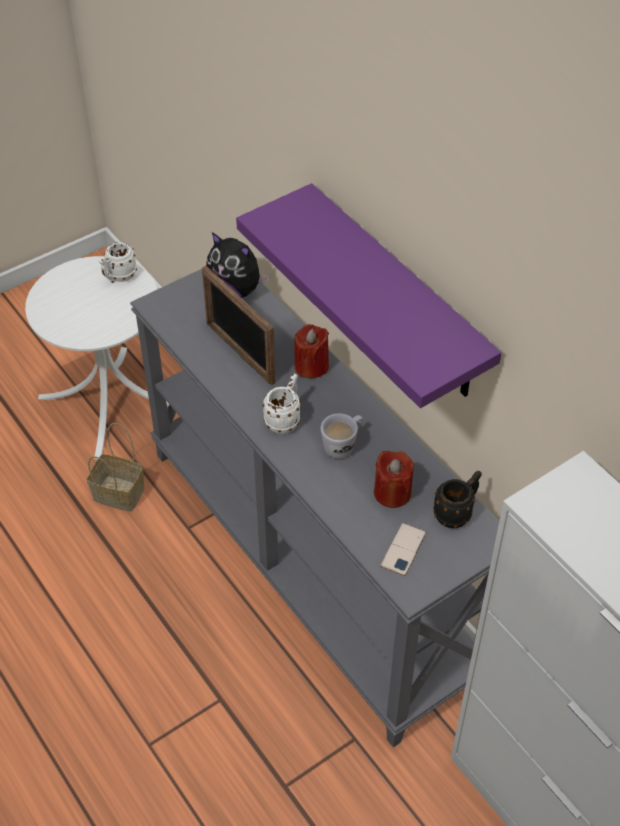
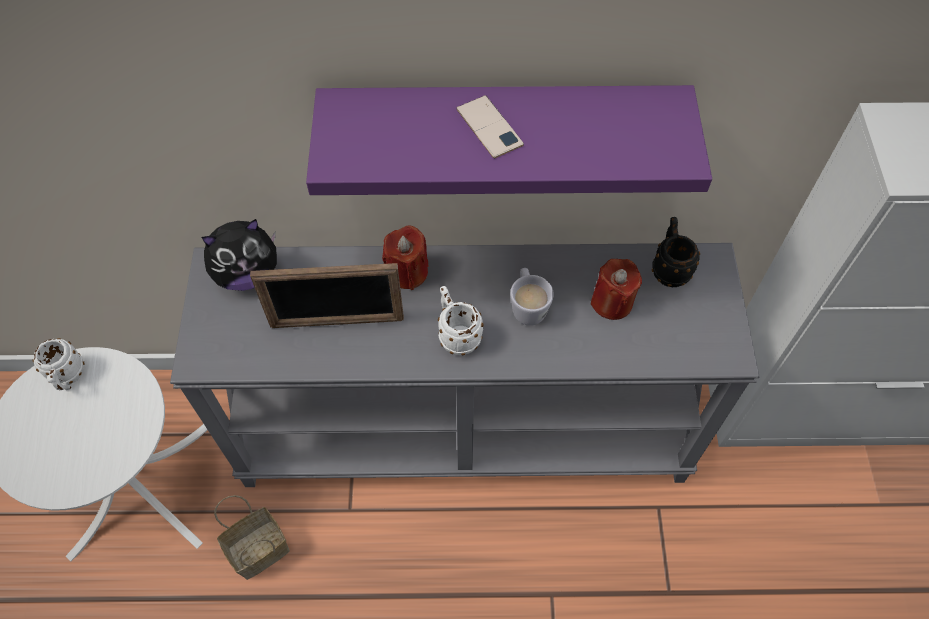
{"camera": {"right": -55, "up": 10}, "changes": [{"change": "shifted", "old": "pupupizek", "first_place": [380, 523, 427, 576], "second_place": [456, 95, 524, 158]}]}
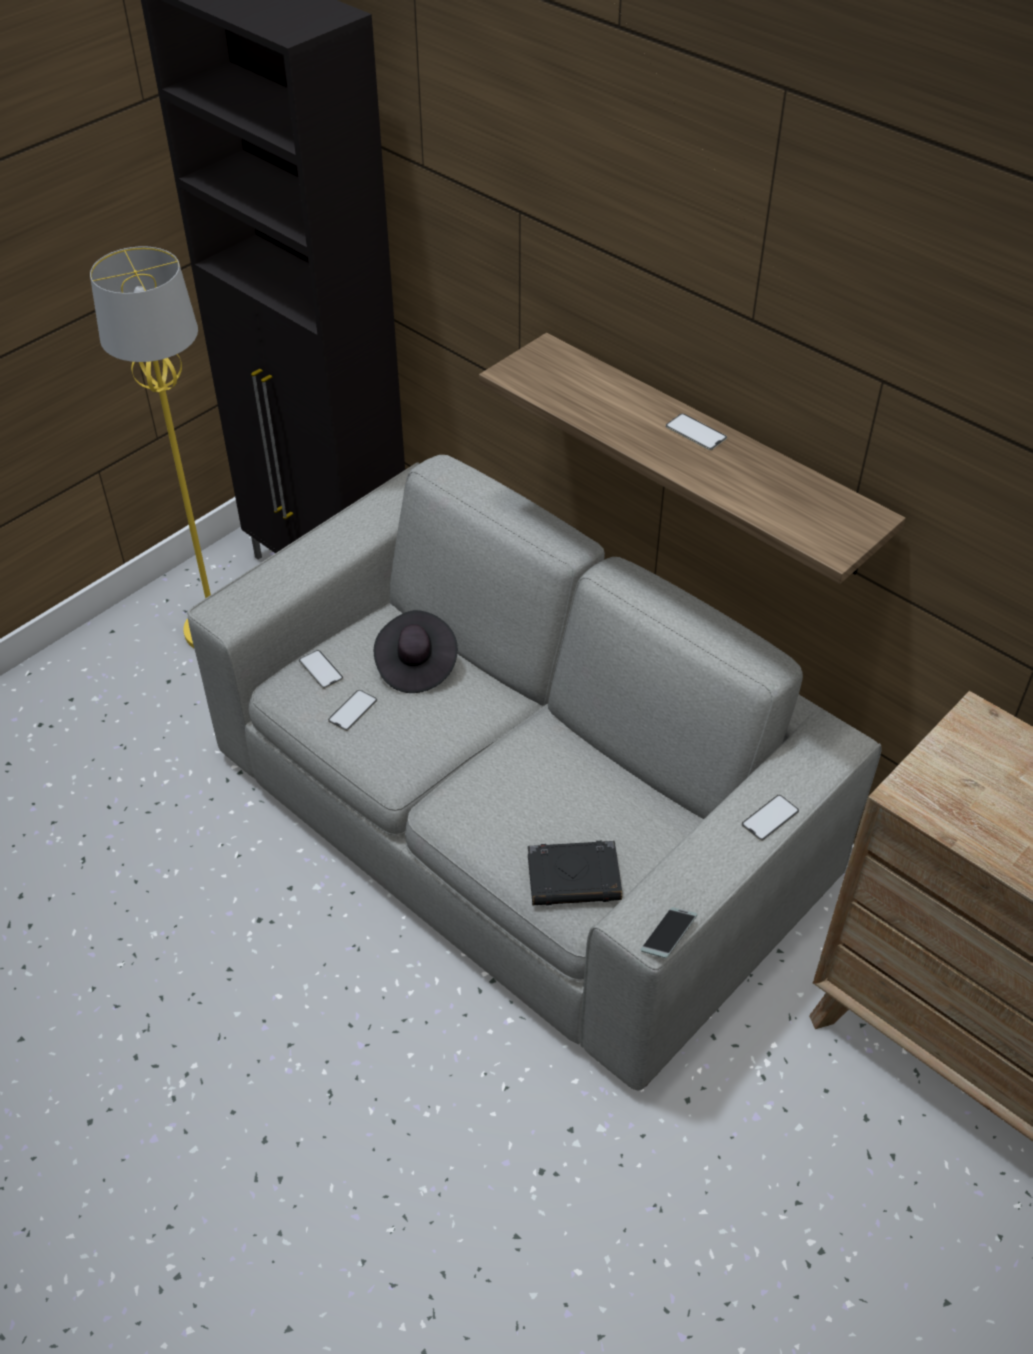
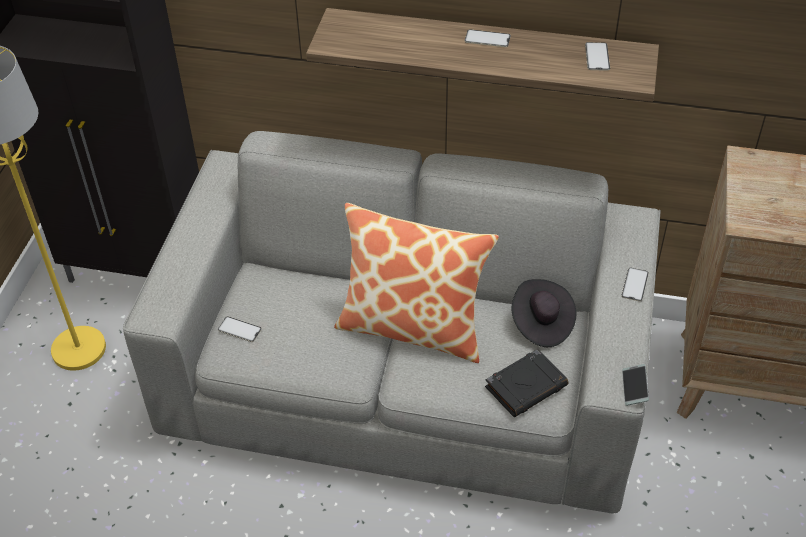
{"camera": {"right": -30, "up": 0}, "changes": [{"change": "shifted", "old": "pupupizek", "first_place": [328, 690, 377, 731], "second_place": [585, 42, 610, 71]}, {"change": "shifted", "old": "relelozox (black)", "first_place": [374, 610, 458, 693], "second_place": [511, 279, 577, 347]}, {"change": "new", "new": "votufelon", "second_place": [334, 203, 499, 363]}]}
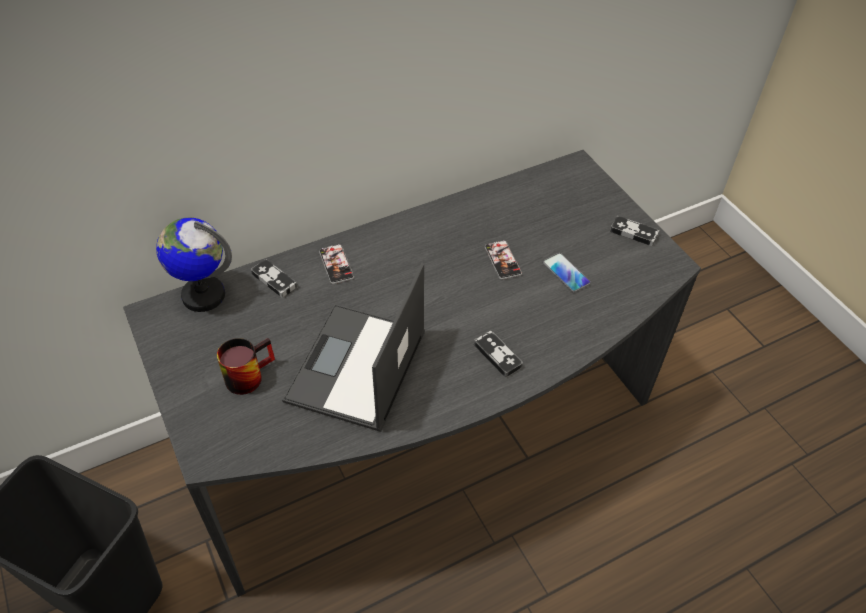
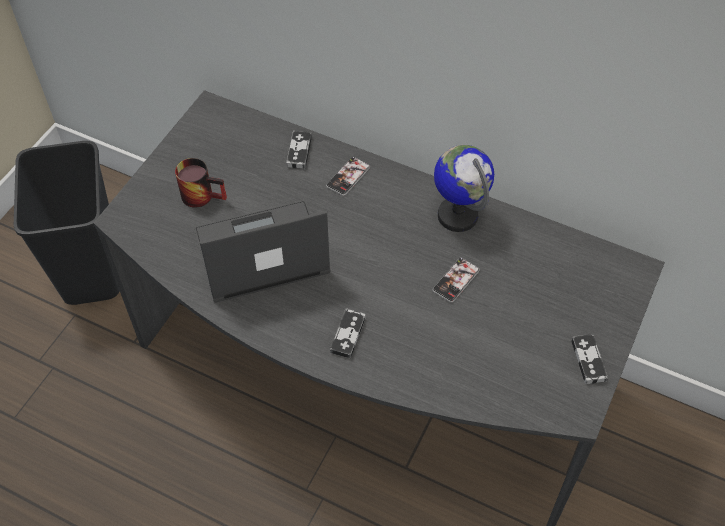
{"camera": {"right": 55, "up": 5}, "changes": [{"change": "shifted", "old": "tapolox", "first_place": [156, 217, 232, 312], "second_place": [434, 145, 494, 232]}, {"change": "gone", "old": "pupupizek", "first_place": [543, 253, 591, 293]}]}
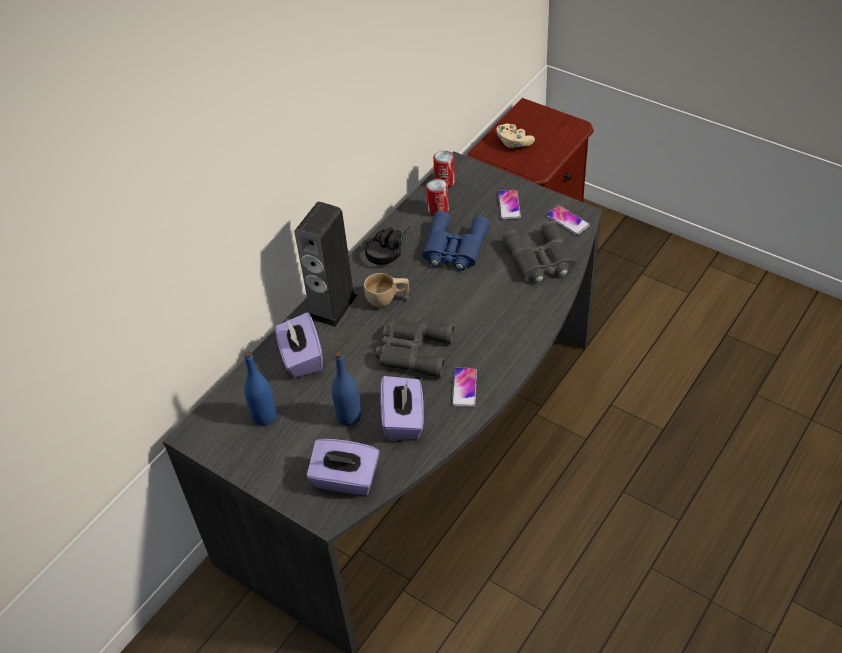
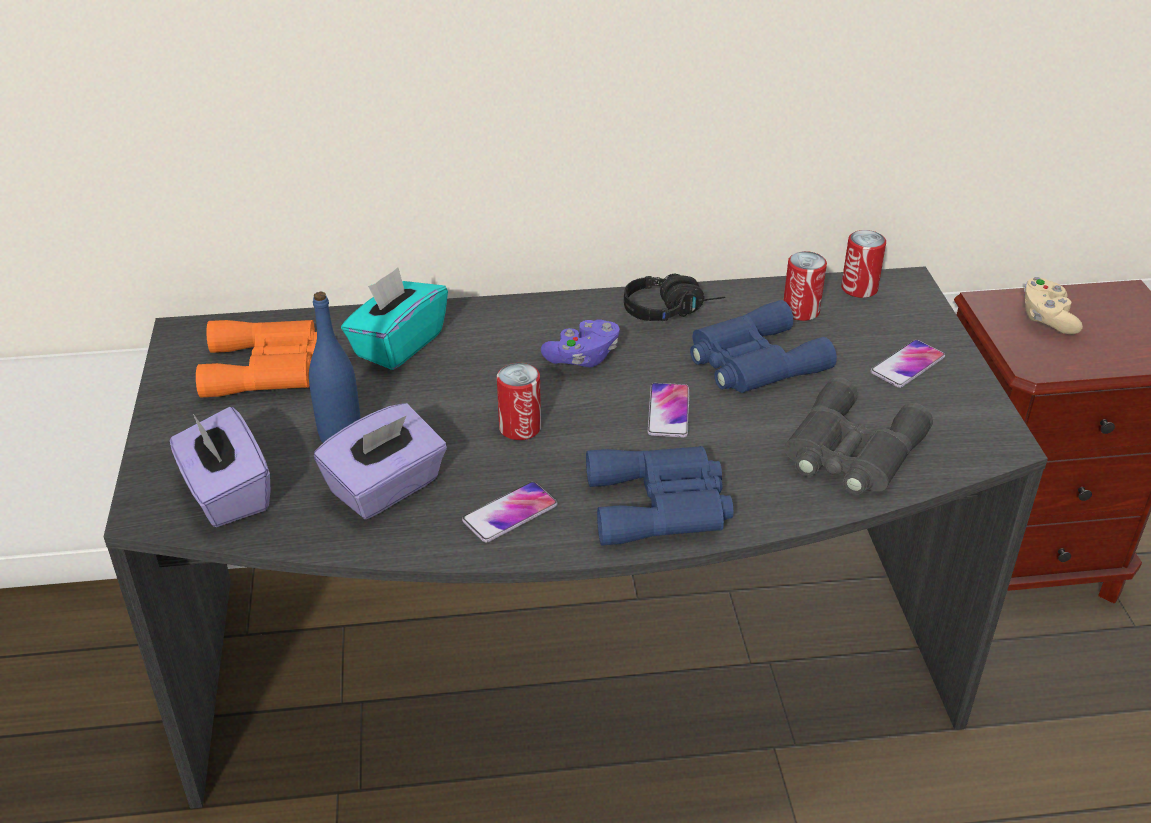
{"camera": {"right": 45, "up": -10}, "changes": [{"change": "swapped", "old": "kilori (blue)", "new": "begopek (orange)", "first_place": [244, 351, 276, 425], "second_place": [196, 320, 317, 398]}, {"change": "repainted", "old": "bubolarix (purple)", "new": "bubolarix (turquoise)", "first_place": [275, 312, 323, 378], "second_place": [341, 267, 448, 370]}, {"change": "gone", "old": "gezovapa", "first_place": [294, 201, 357, 327]}, {"change": "swapped", "old": "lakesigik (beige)", "new": "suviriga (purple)", "first_place": [364, 273, 410, 308], "second_place": [541, 319, 620, 368]}, {"change": "swapped", "old": "begopek (grey)", "new": "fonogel", "first_place": [375, 319, 454, 378], "second_place": [497, 363, 541, 440]}, {"change": "shifted", "old": "pupupizek", "first_place": [546, 205, 590, 235], "second_place": [648, 383, 689, 437]}, {"change": "new", "new": "begopek (blue)", "second_place": [586, 446, 733, 546]}]}
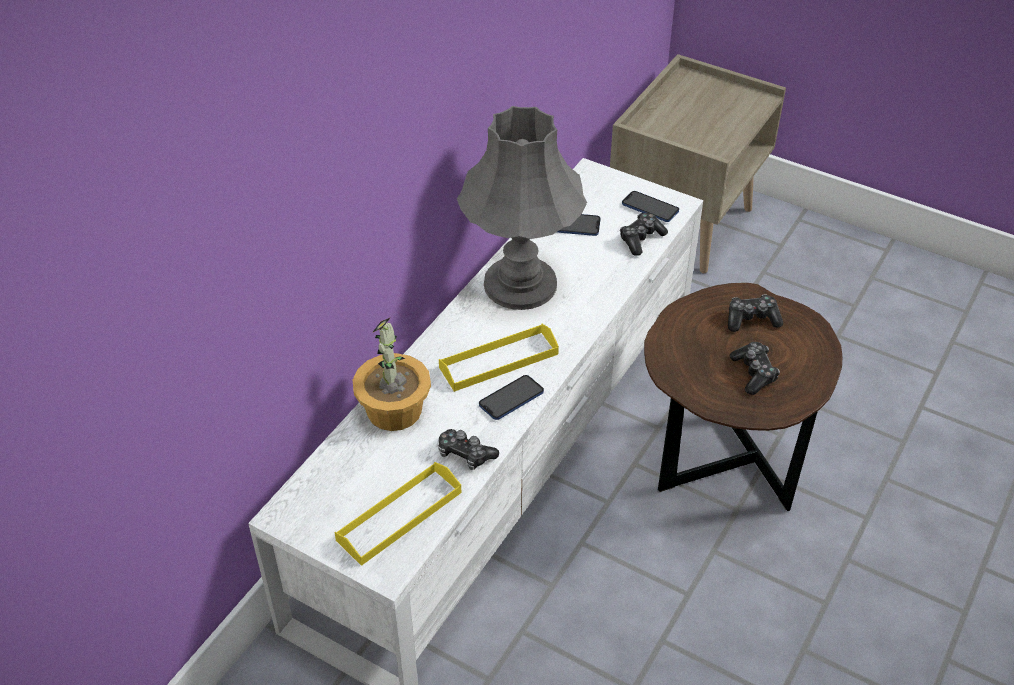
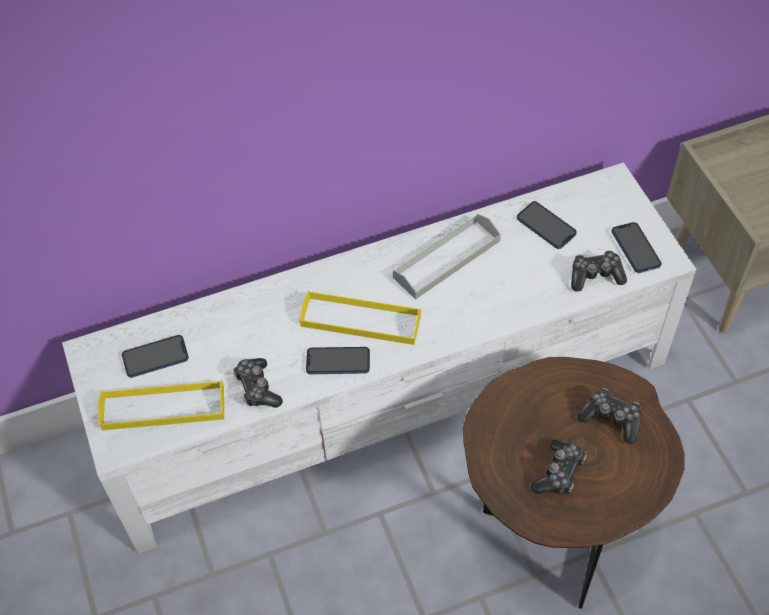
{"camera": {"right": 40, "up": 10}, "changes": [{"change": "gone", "old": "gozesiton", "first_place": [353, 317, 431, 431]}, {"change": "swapped", "old": "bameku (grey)", "new": "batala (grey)", "first_place": [457, 106, 587, 310], "second_place": [393, 214, 501, 300]}, {"change": "new", "new": "pupupizek", "second_place": [122, 335, 189, 378]}]}
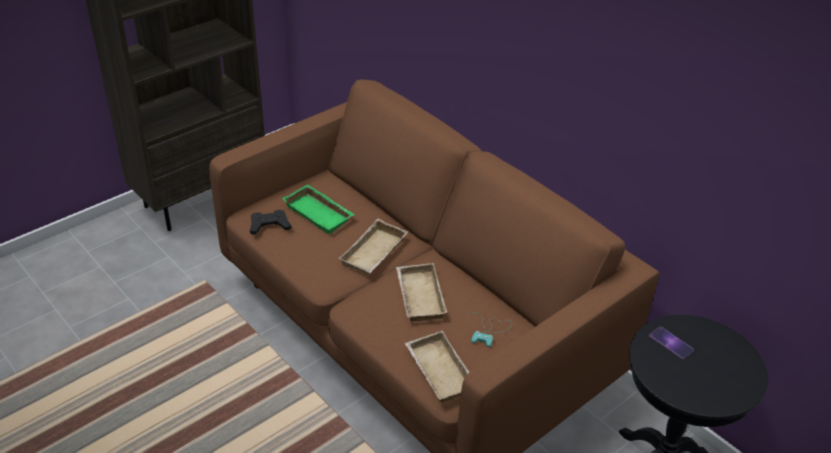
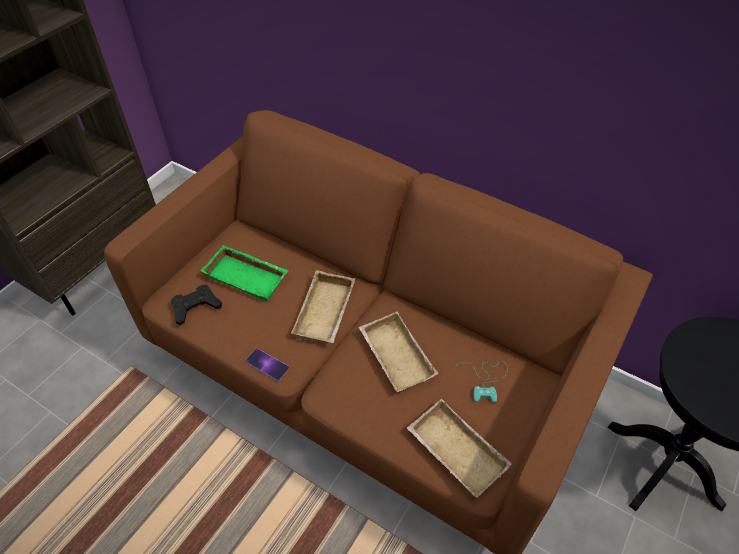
{"camera": {"right": -15, "up": 10}, "changes": [{"change": "shifted", "old": "pupupizek", "first_place": [649, 327, 694, 359], "second_place": [245, 349, 289, 381]}]}
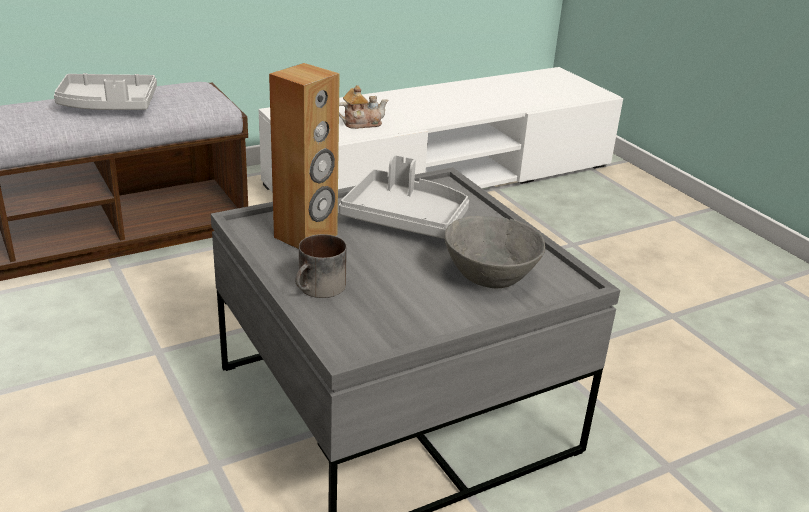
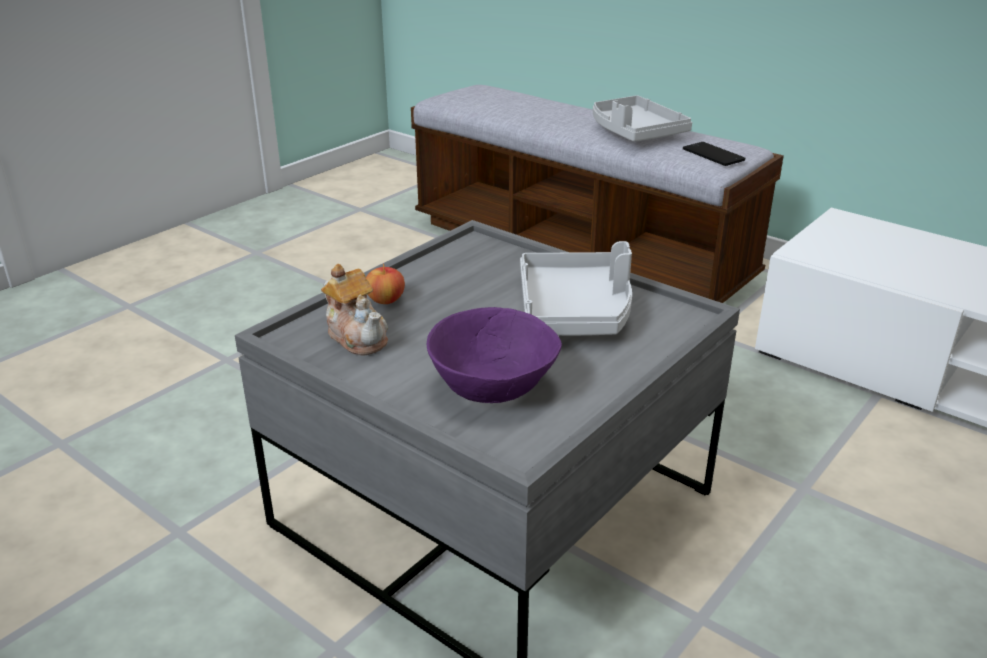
{"camera": {"right": 70, "up": 0}, "changes": [{"change": "gone", "old": "gezovapa (brown)", "first_place": [269, 63, 340, 249]}, {"change": "swapped", "old": "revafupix", "new": "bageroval", "first_place": [295, 234, 347, 298], "second_place": [366, 264, 405, 304]}, {"change": "shifted", "old": "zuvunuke", "first_place": [339, 85, 389, 129], "second_place": [321, 264, 388, 356]}, {"change": "repainted", "old": "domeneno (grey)", "new": "domeneno (purple)", "first_place": [445, 216, 545, 289], "second_place": [427, 307, 562, 403]}, {"change": "new", "new": "pupupizek", "second_place": [683, 142, 745, 166]}]}
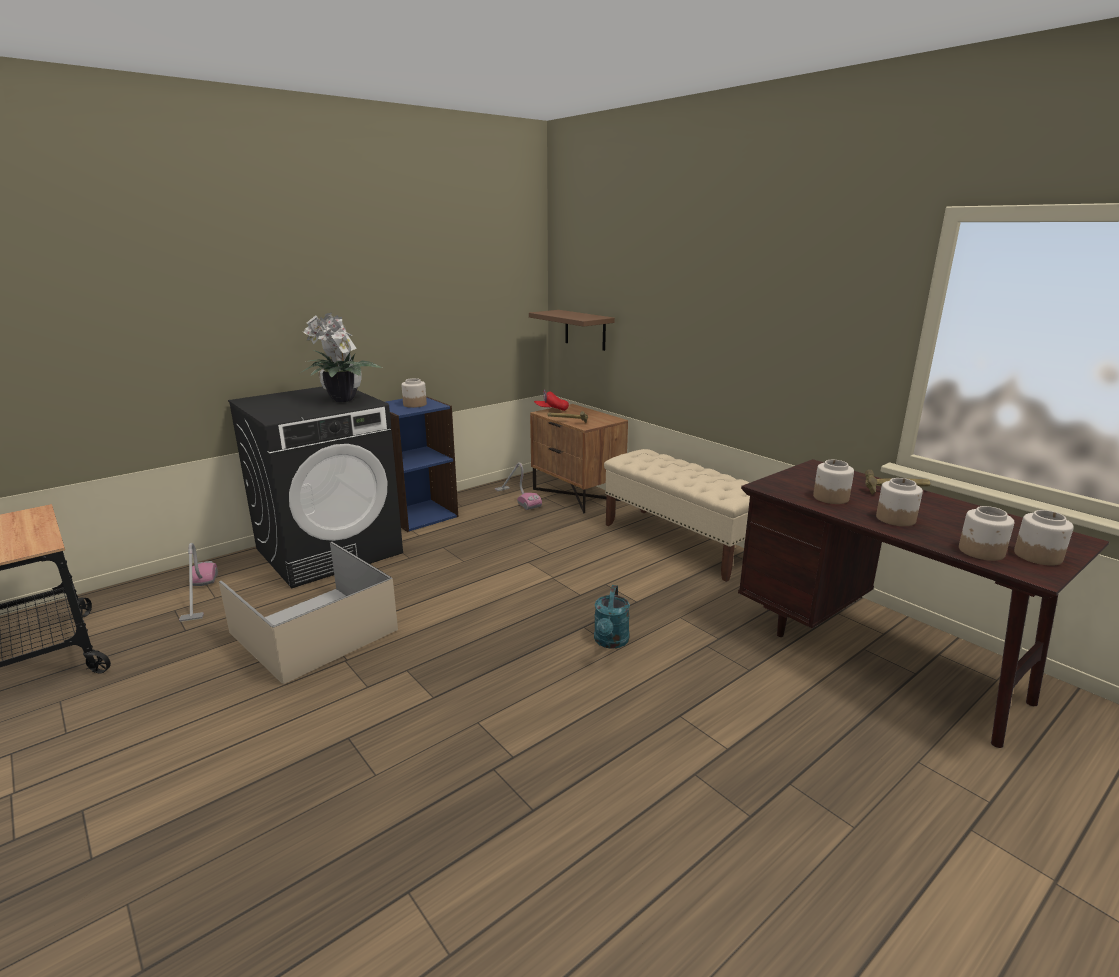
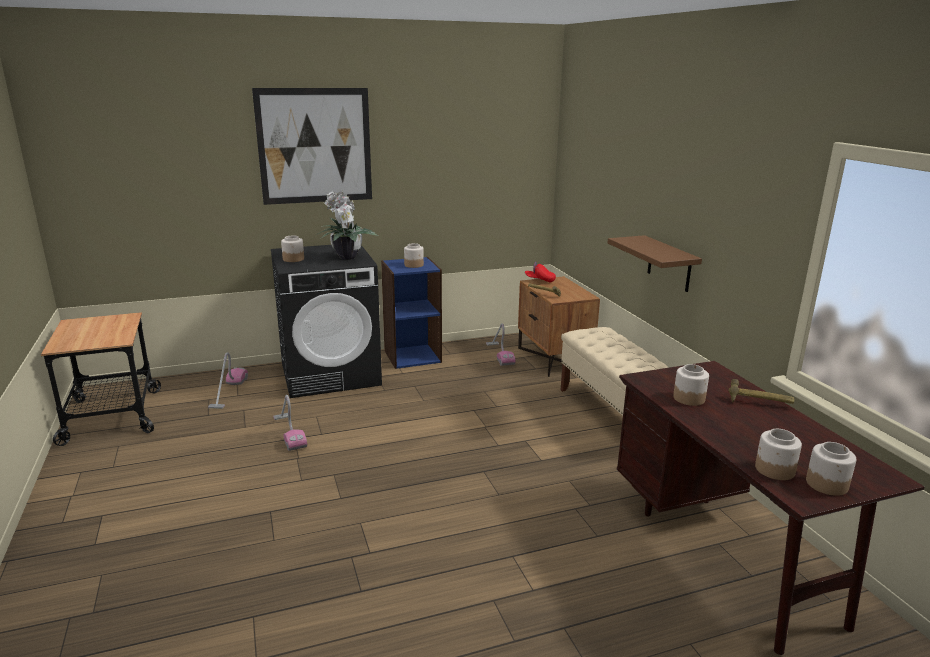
{"camera": {"right": 20, "up": 0}, "changes": [{"change": "swapped", "old": "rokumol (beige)", "new": "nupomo", "first_place": [219, 542, 398, 684], "second_place": [273, 395, 307, 451]}, {"change": "shifted", "old": "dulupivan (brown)", "first_place": [529, 310, 615, 351], "second_place": [607, 235, 702, 292]}, {"change": "gone", "old": "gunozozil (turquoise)", "first_place": [594, 585, 630, 649]}, {"change": "shifted", "old": "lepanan", "first_place": [876, 478, 923, 526], "second_place": [281, 235, 304, 262]}, {"change": "new", "new": "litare", "second_place": [252, 88, 372, 205]}]}
